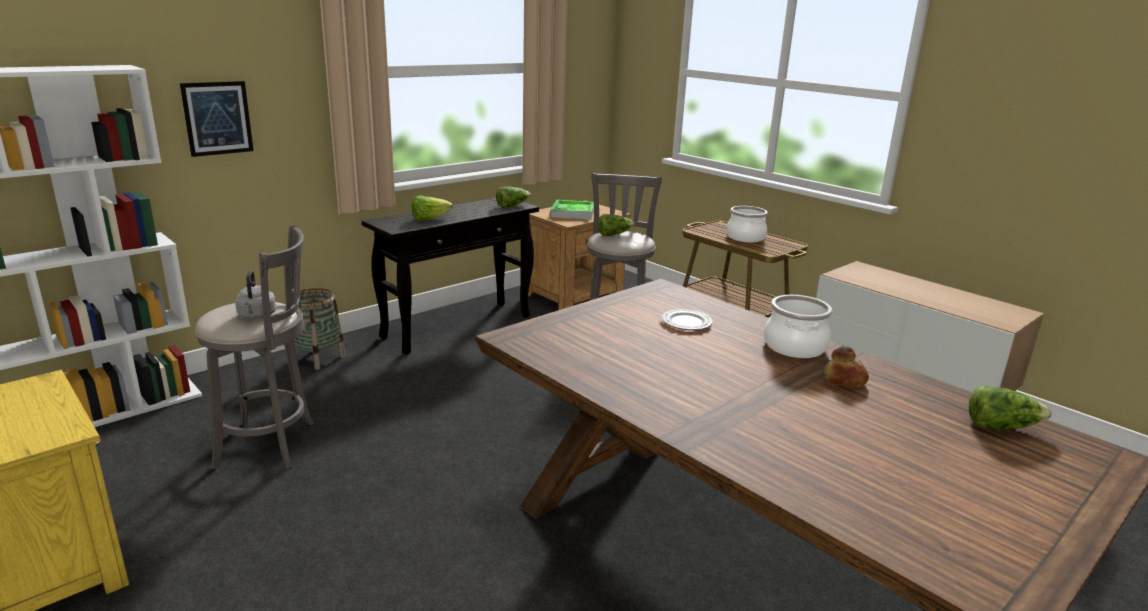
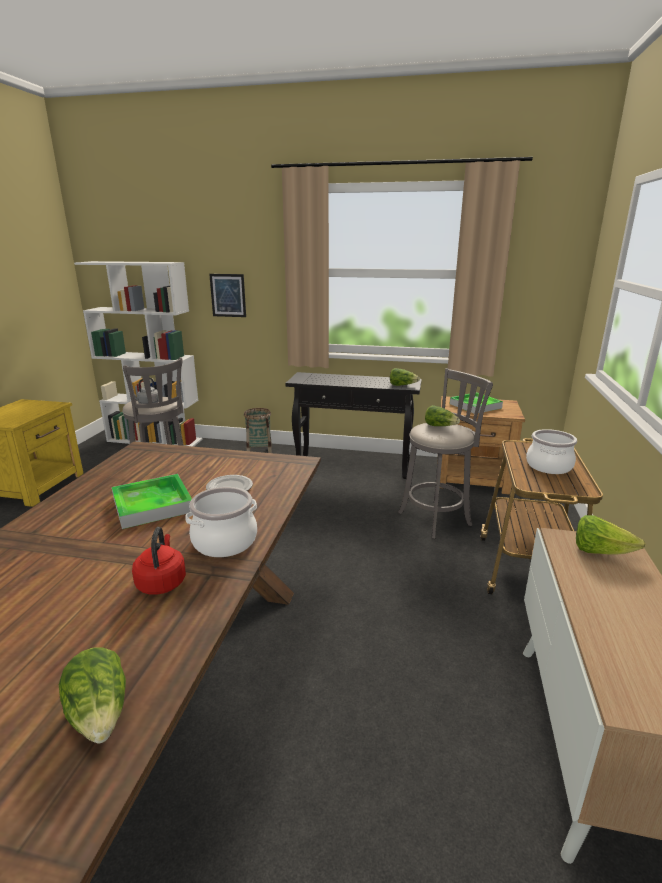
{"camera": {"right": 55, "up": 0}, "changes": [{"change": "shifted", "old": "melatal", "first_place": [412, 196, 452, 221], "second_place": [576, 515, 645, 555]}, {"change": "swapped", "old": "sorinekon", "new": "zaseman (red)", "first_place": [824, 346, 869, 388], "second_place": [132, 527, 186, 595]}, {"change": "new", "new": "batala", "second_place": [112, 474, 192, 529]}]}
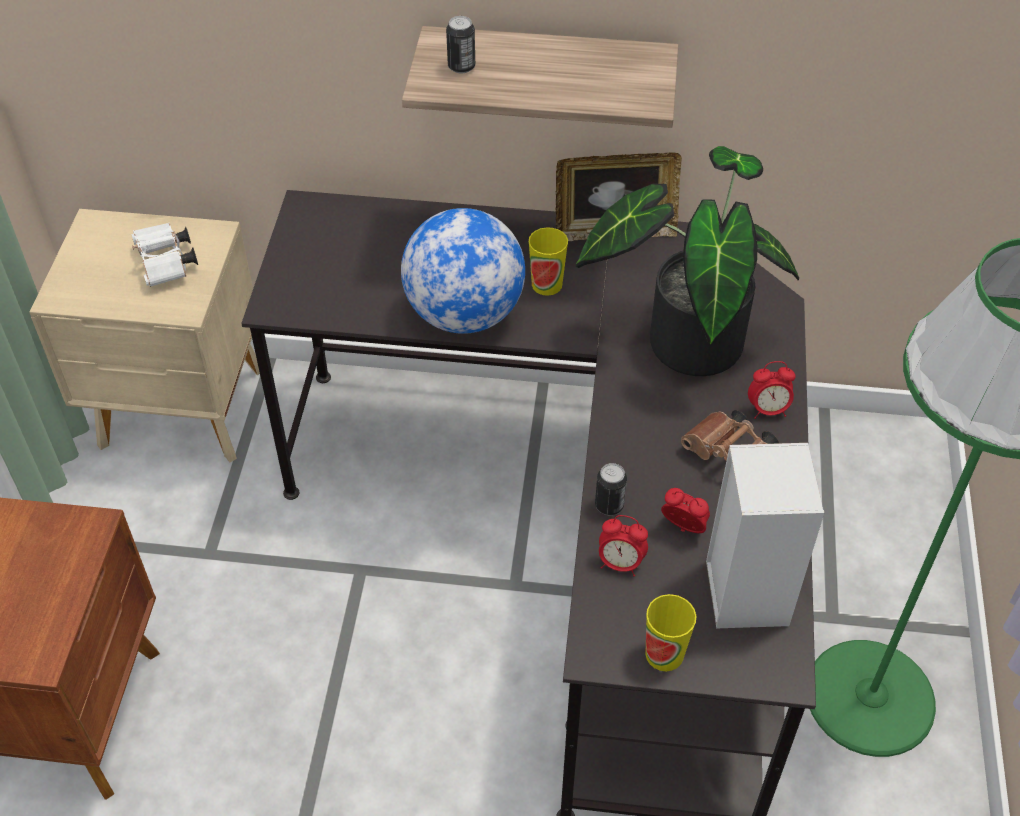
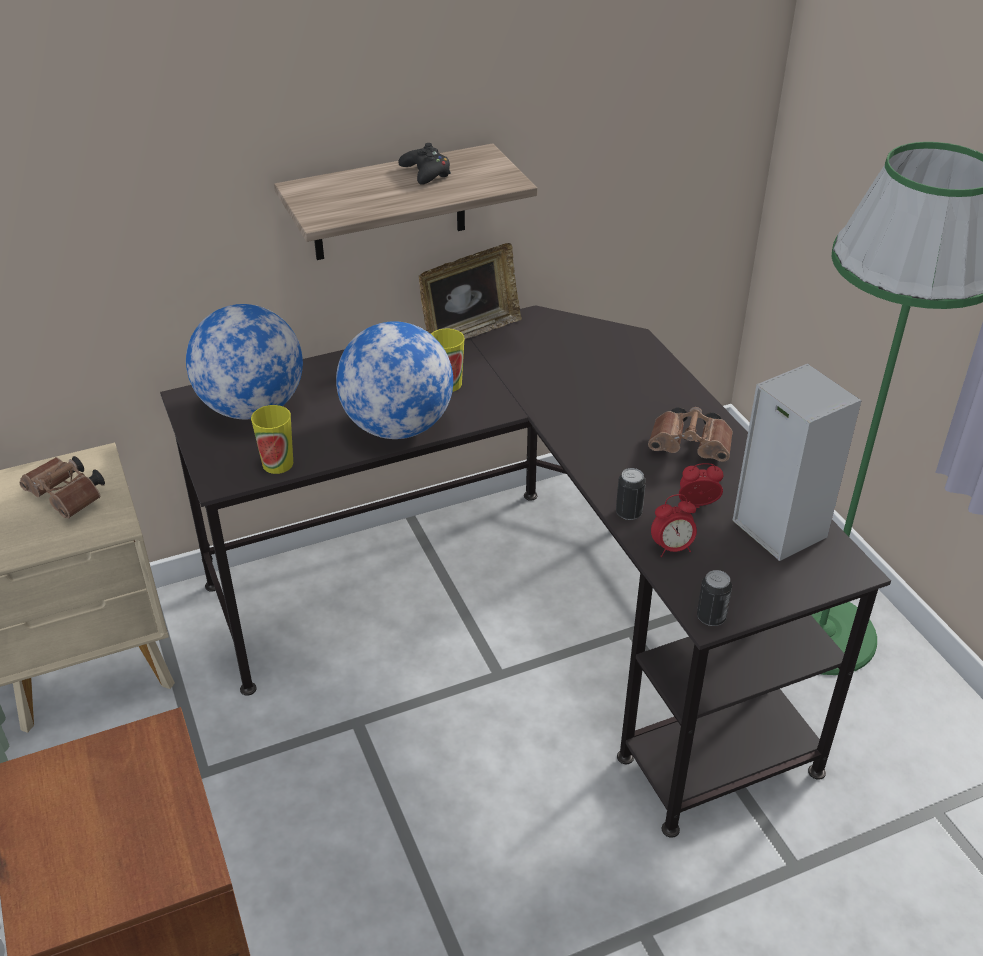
{"camera": {"right": -30, "up": -10}, "changes": [{"change": "repainted", "old": "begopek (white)", "new": "begopek (brown)", "first_place": [131, 223, 198, 287], "second_place": [19, 456, 105, 519]}, {"change": "shifted", "old": "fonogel", "first_place": [446, 16, 475, 74], "second_place": [697, 570, 732, 626]}, {"change": "gone", "old": "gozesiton", "first_place": [576, 146, 799, 376]}, {"change": "shifted", "old": "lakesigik", "first_place": [645, 594, 696, 671], "second_place": [251, 405, 293, 474]}, {"change": "gone", "old": "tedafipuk", "first_place": [748, 361, 796, 419]}, {"change": "new", "new": "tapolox", "second_place": [186, 304, 303, 419]}, {"change": "new", "new": "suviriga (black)", "second_place": [398, 143, 451, 185]}]}
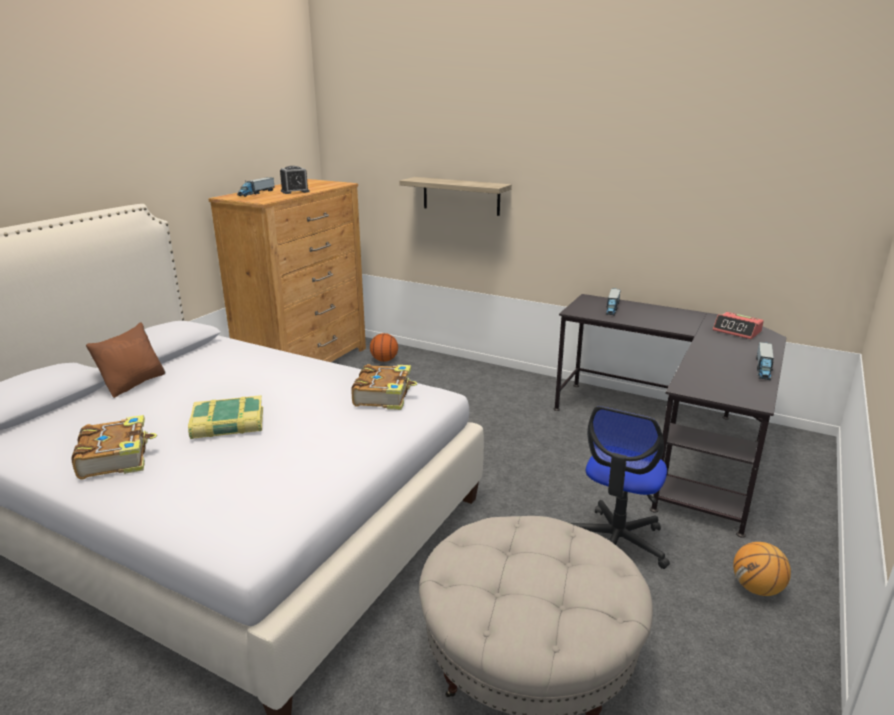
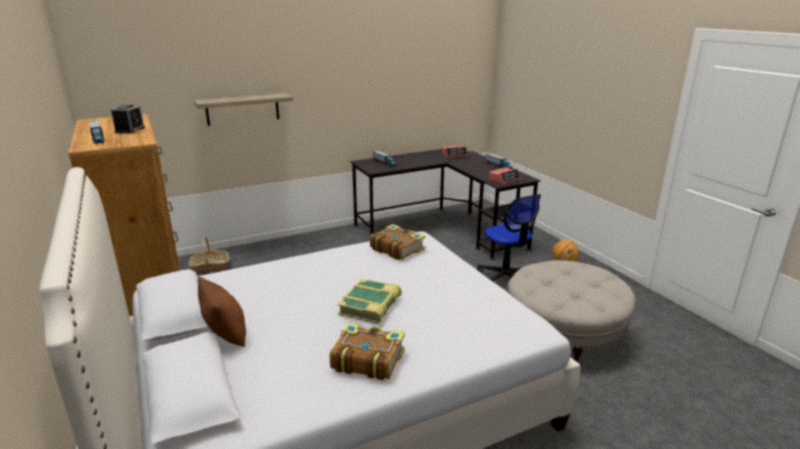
{"camera": {"right": -55, "up": 0}, "changes": [{"change": "swapped", "old": "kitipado", "new": "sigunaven", "first_place": [370, 333, 398, 362], "second_place": [189, 237, 229, 273]}, {"change": "new", "new": "tedafipuk", "second_place": [489, 167, 521, 184]}]}
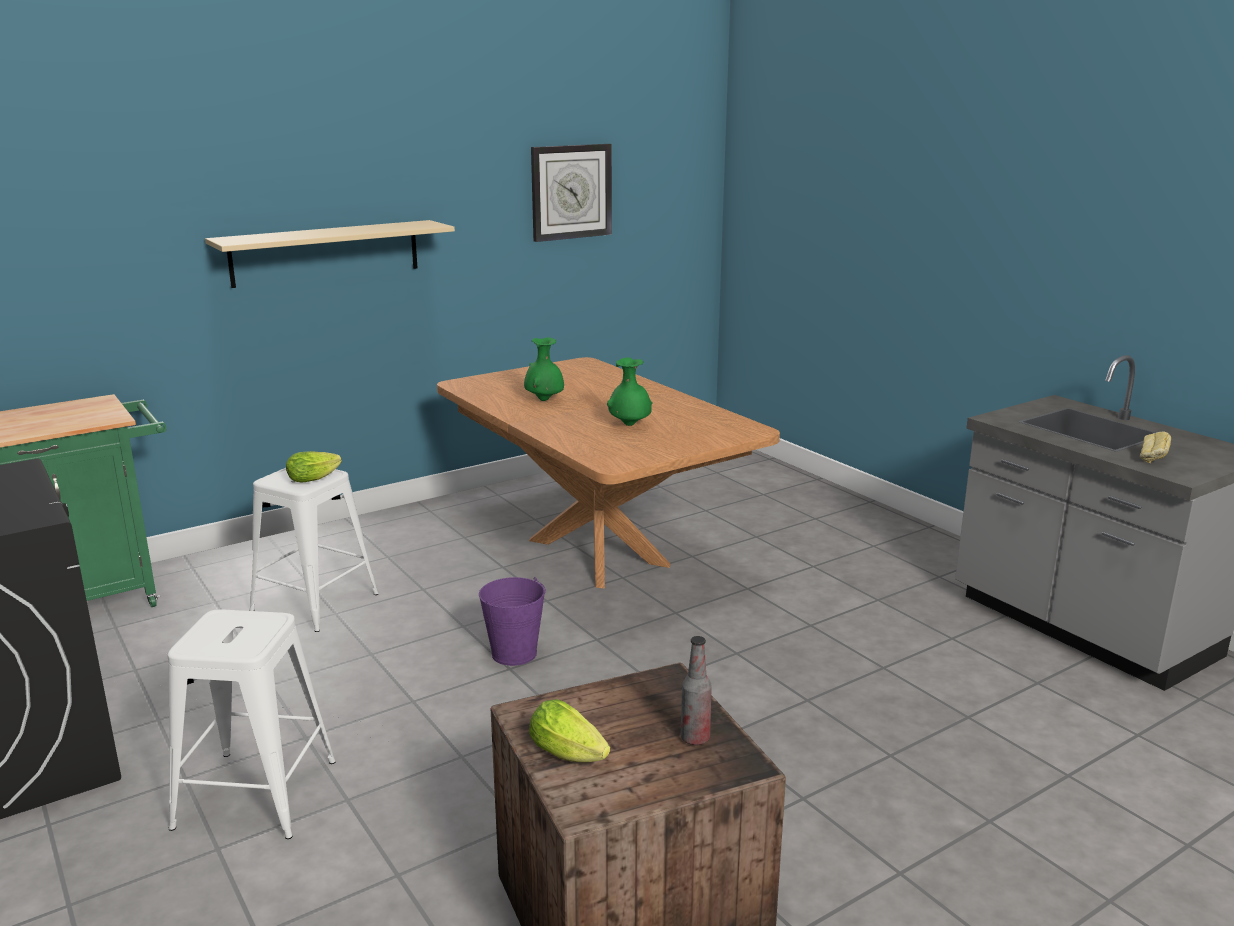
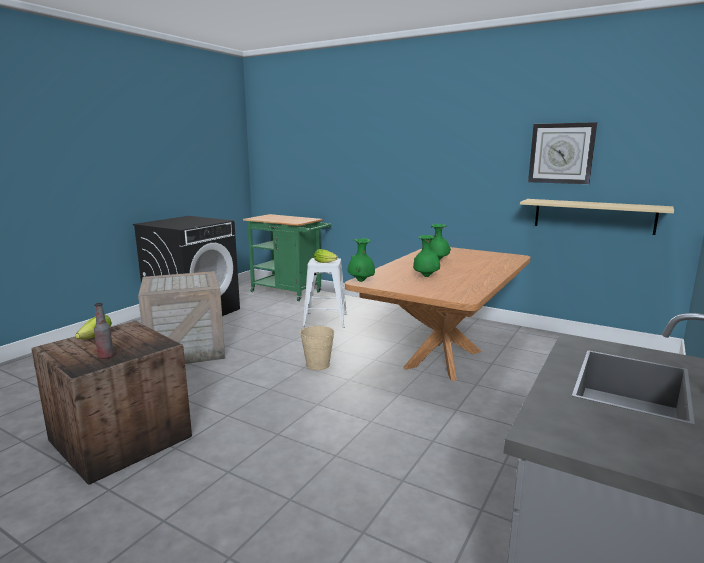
{"camera": {"right": 65, "up": -5}, "changes": [{"change": "swapped", "old": "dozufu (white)", "new": "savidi", "first_place": [167, 610, 336, 839], "second_place": [138, 271, 225, 364]}, {"change": "shifted", "old": "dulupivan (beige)", "first_place": [205, 220, 455, 288], "second_place": [520, 199, 674, 235]}, {"change": "repainted", "old": "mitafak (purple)", "new": "mitafak (beige)", "first_place": [479, 577, 546, 666], "second_place": [300, 326, 334, 370]}, {"change": "gone", "old": "sorinekon", "first_place": [1140, 432, 1171, 463]}, {"change": "new", "new": "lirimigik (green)", "second_place": [347, 238, 375, 282]}]}
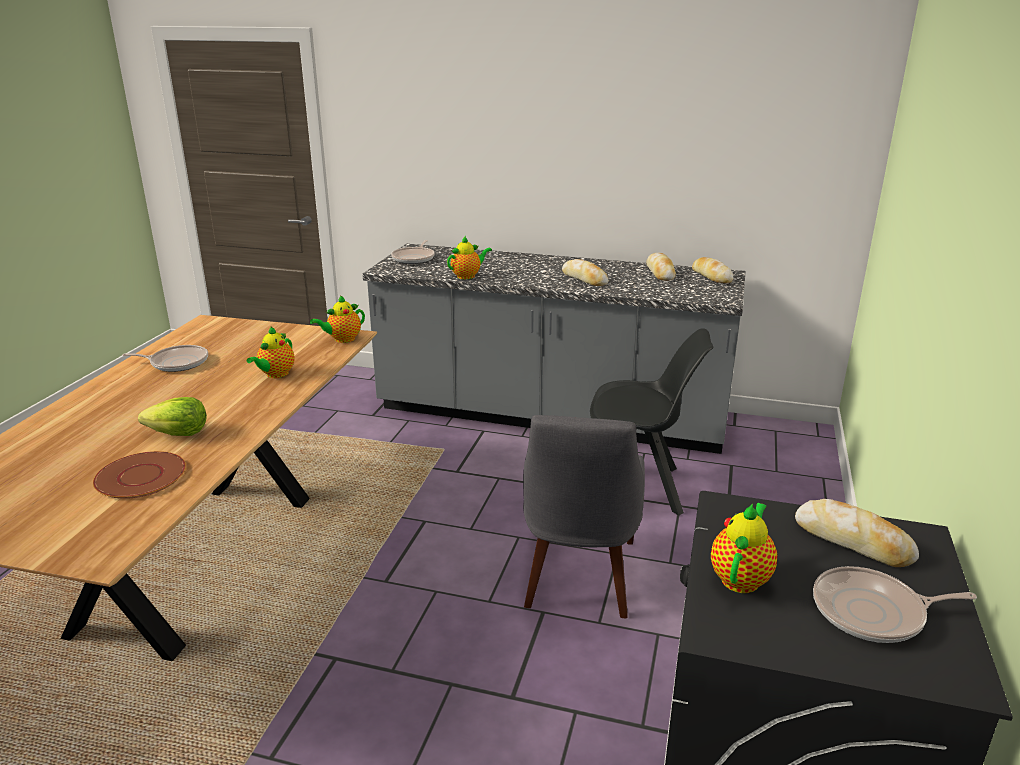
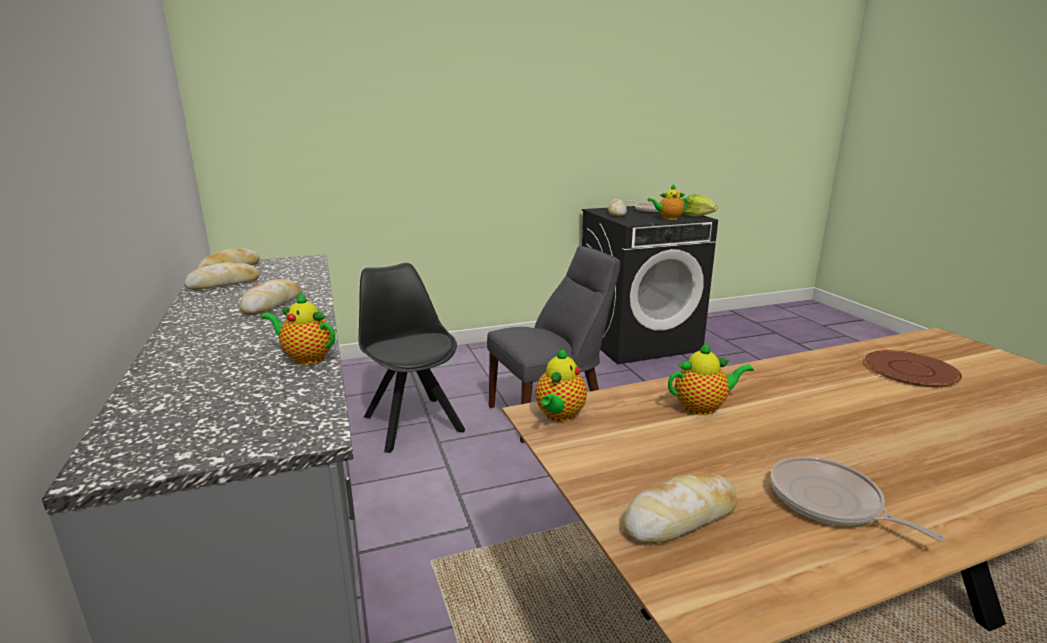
{"camera": {"right": -125, "up": -5}, "changes": [{"change": "shifted", "old": "melatal", "first_place": [138, 397, 207, 436], "second_place": [683, 194, 717, 217]}, {"change": "rotated", "old": "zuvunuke", "first_place": [310, 295, 365, 343], "second_place": [535, 348, 587, 422], "degrees": 90}, {"change": "gone", "old": "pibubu", "first_place": [391, 240, 435, 264]}, {"change": "new", "new": "sorinekon", "second_place": [623, 473, 737, 543]}]}
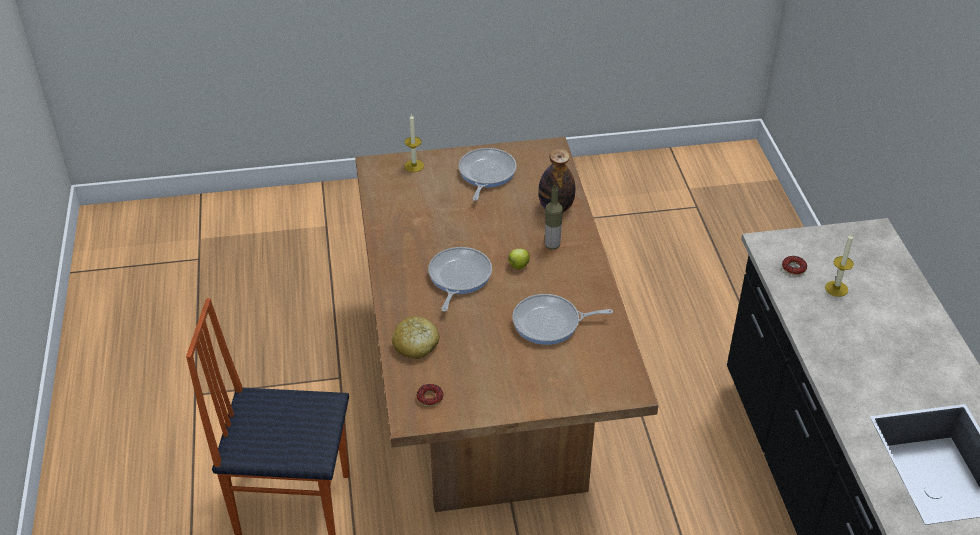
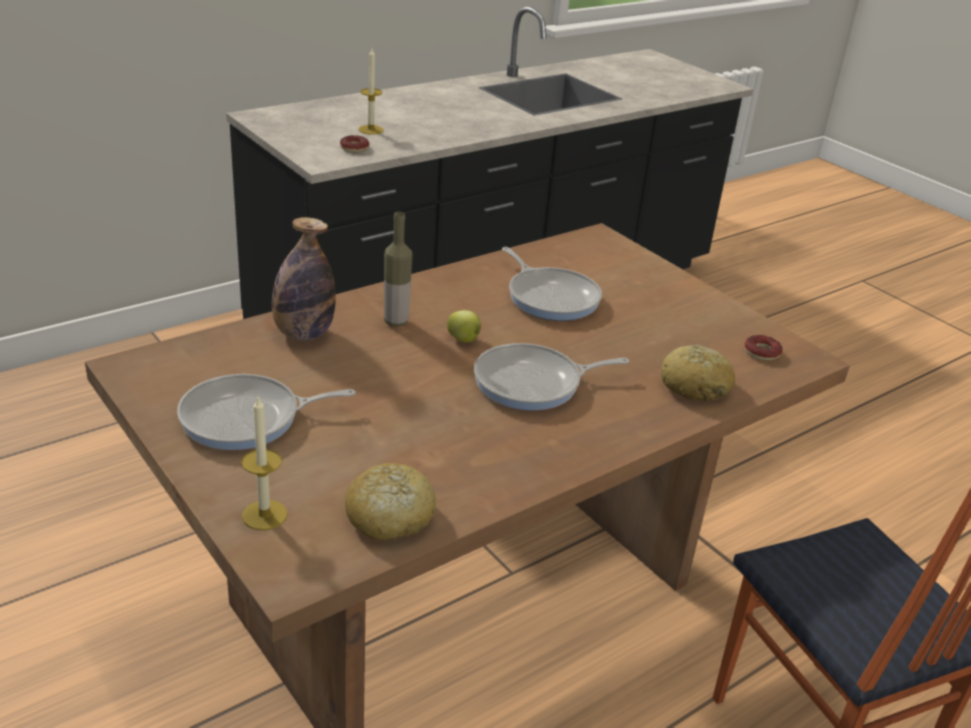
{"camera": {"right": -120, "up": -10}, "changes": [{"change": "new", "new": "sorinekon", "second_place": [345, 463, 436, 540]}]}
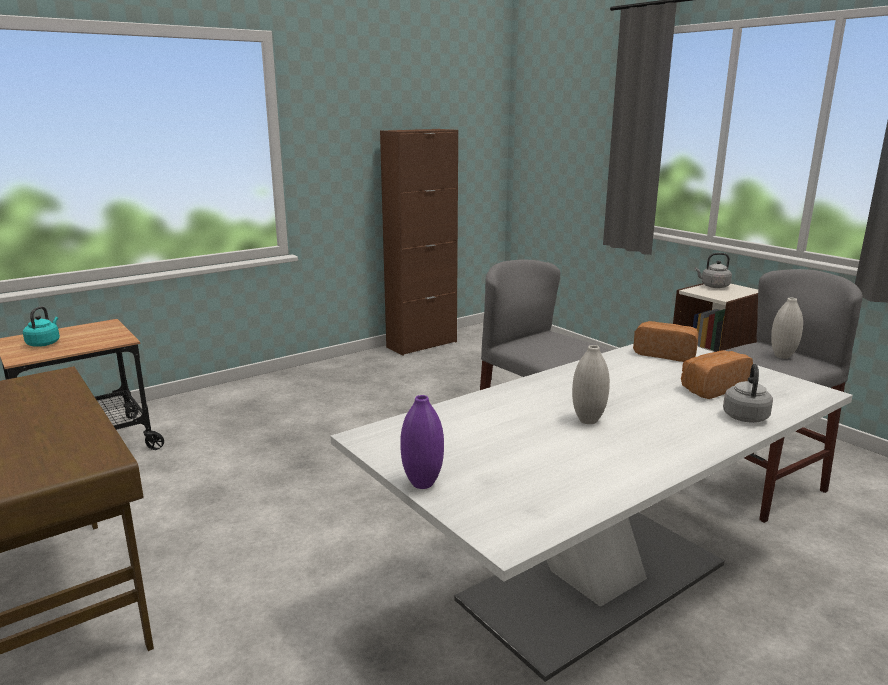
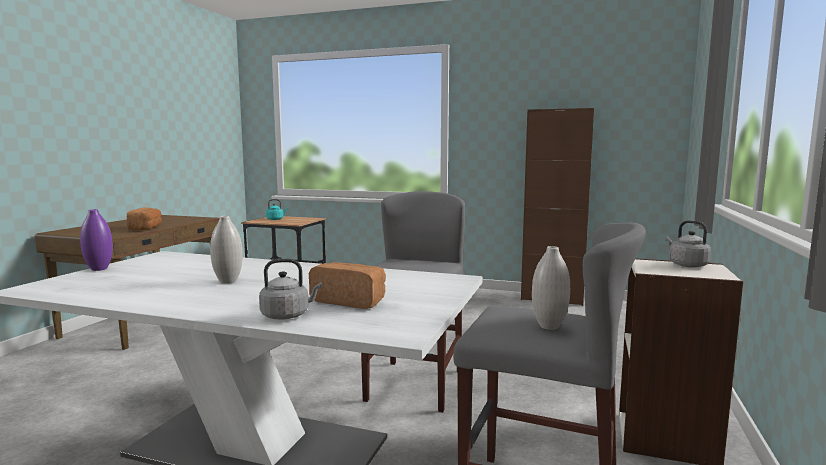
{"camera": {"right": 55, "up": -10}, "changes": [{"change": "shifted", "old": "sorinekon", "first_place": [633, 321, 699, 362], "second_place": [127, 207, 162, 231]}]}
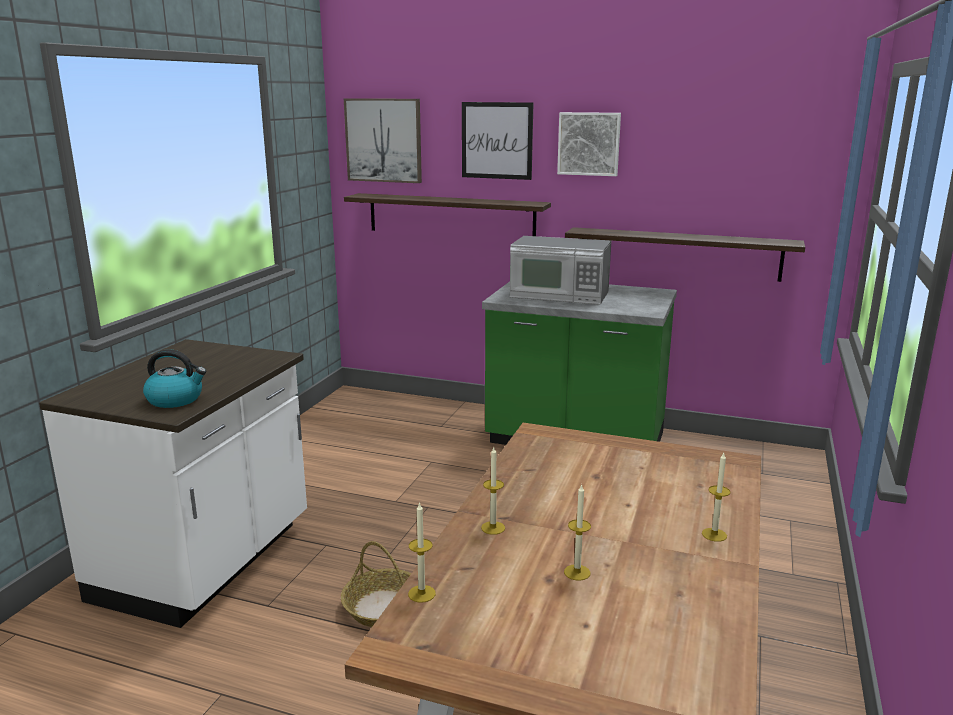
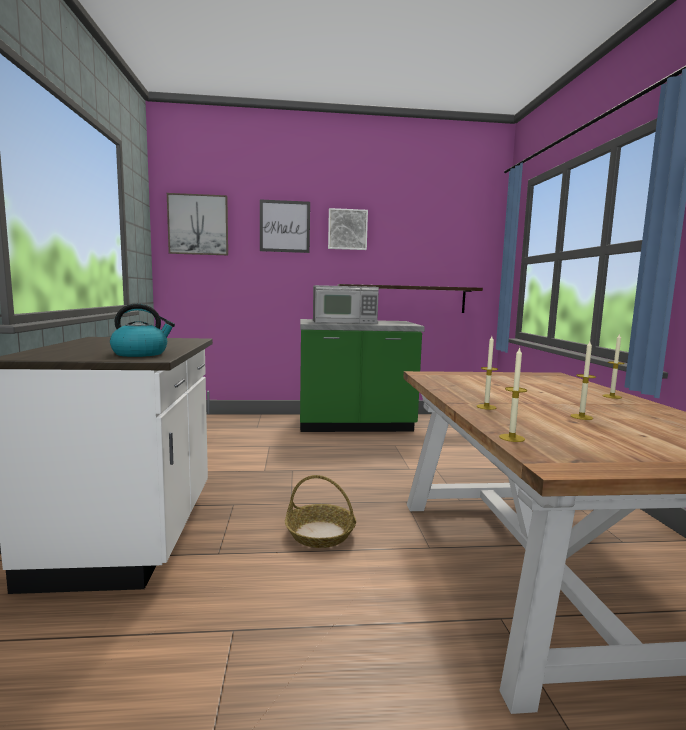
{"camera": {"right": -25, "up": -10}, "changes": [{"change": "gone", "old": "dulupivan", "first_place": [344, 193, 551, 236]}]}
